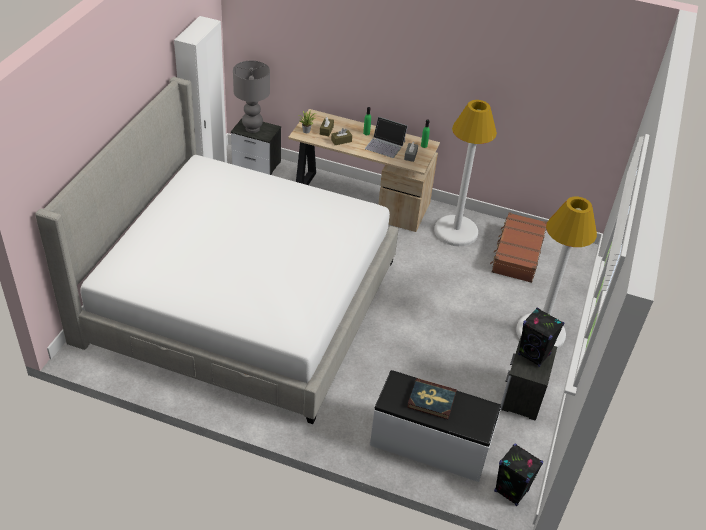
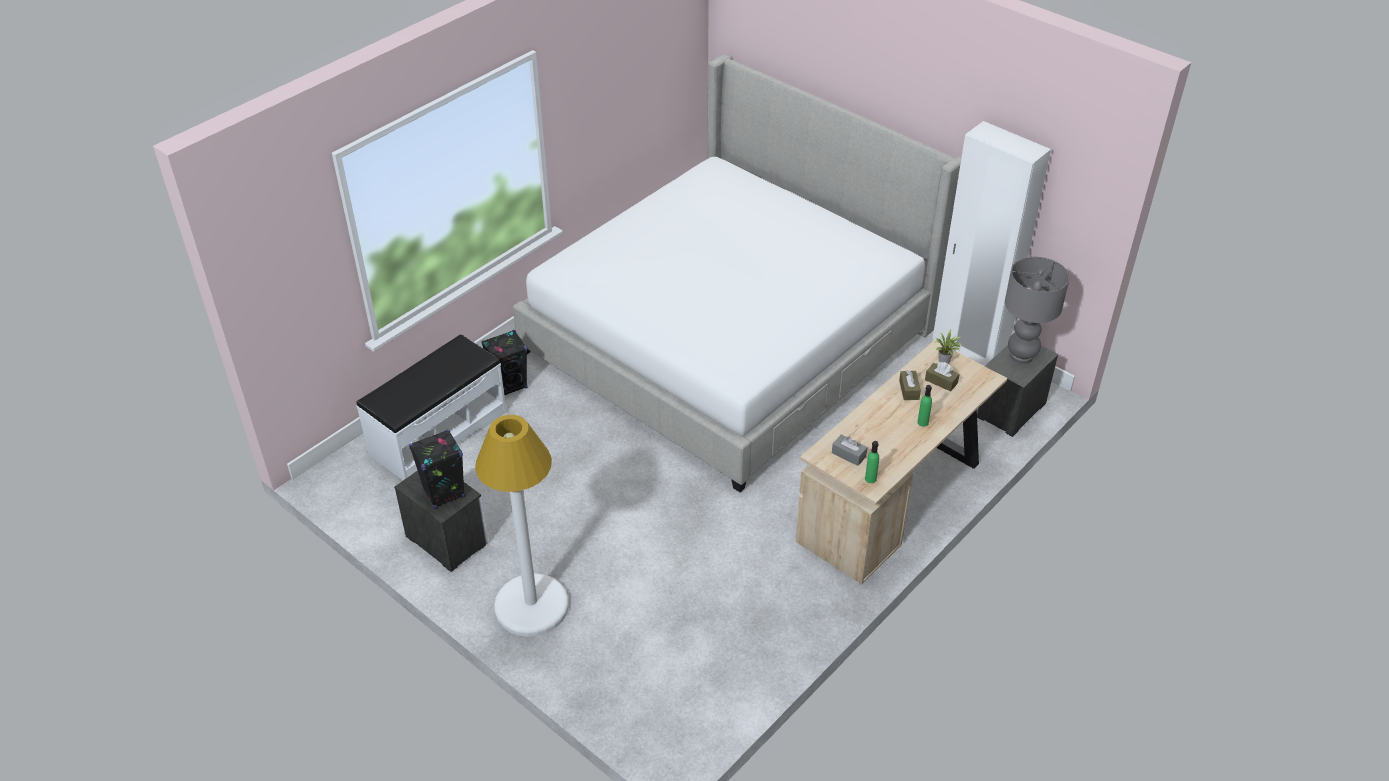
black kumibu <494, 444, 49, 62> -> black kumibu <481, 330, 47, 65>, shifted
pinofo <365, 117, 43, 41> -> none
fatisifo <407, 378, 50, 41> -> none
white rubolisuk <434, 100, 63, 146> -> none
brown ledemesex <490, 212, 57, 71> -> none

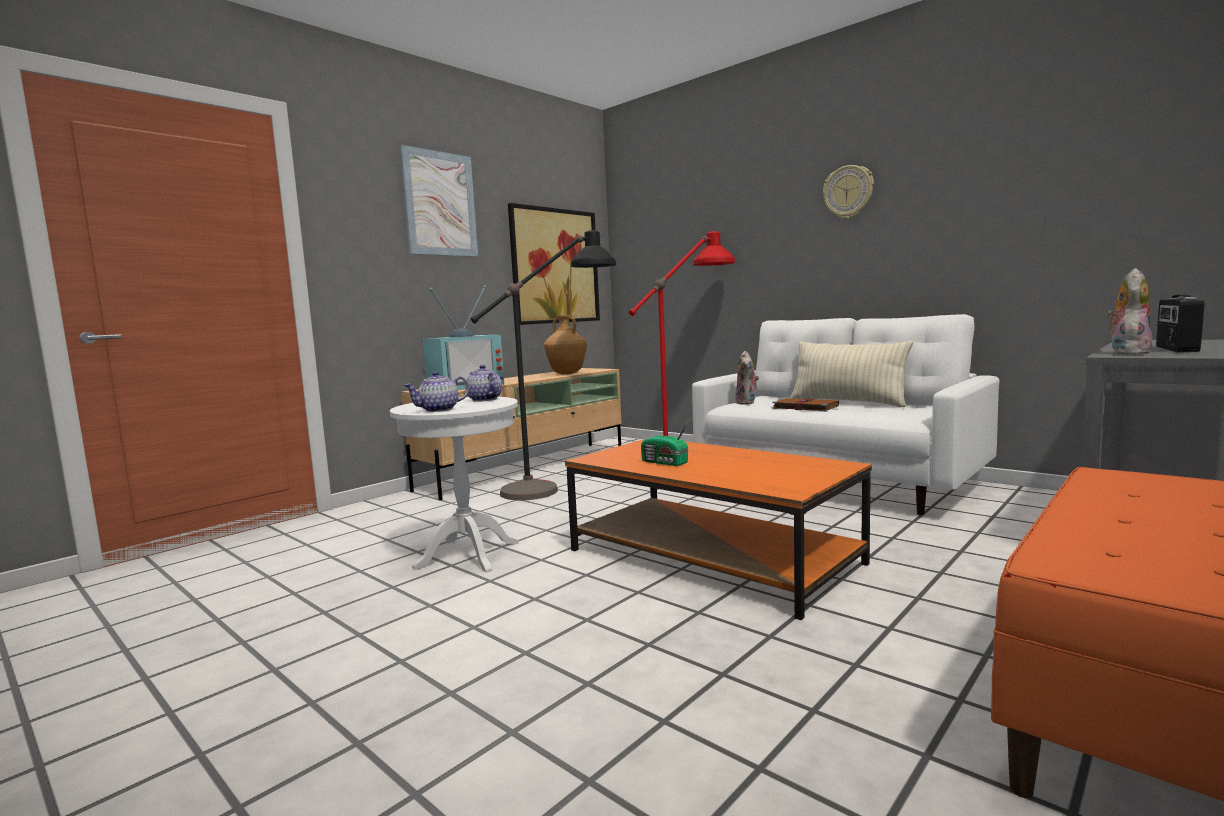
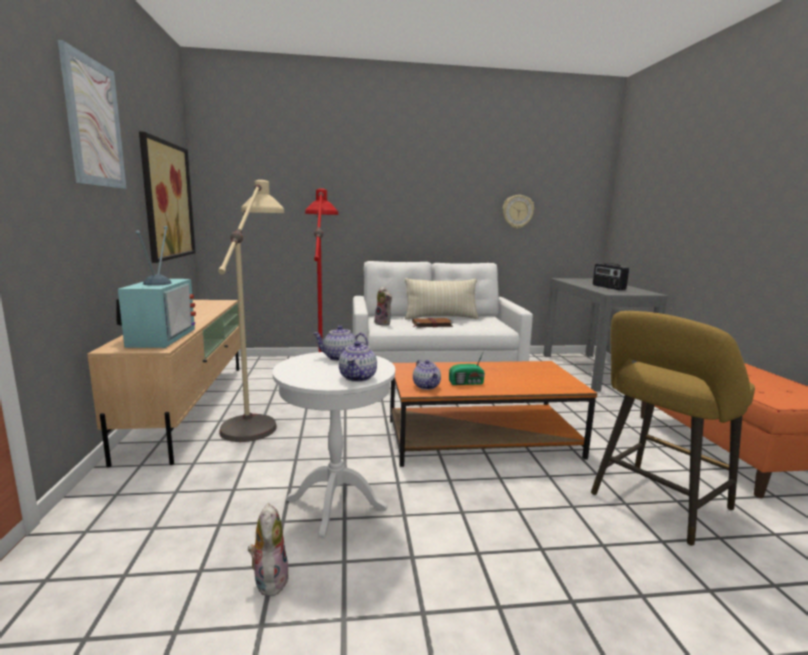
black rubolisuk <471, 230, 145, 270> -> beige rubolisuk <218, 180, 66, 262>
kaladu <1106, 268, 46, 86> -> kaladu <248, 503, 41, 93>, shifted
none -> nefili <413, 360, 28, 30>
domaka <823, 165, 51, 54> -> domaka <503, 195, 31, 34>, shifted
none -> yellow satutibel <591, 311, 164, 235>
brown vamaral <544, 315, 43, 60> -> none

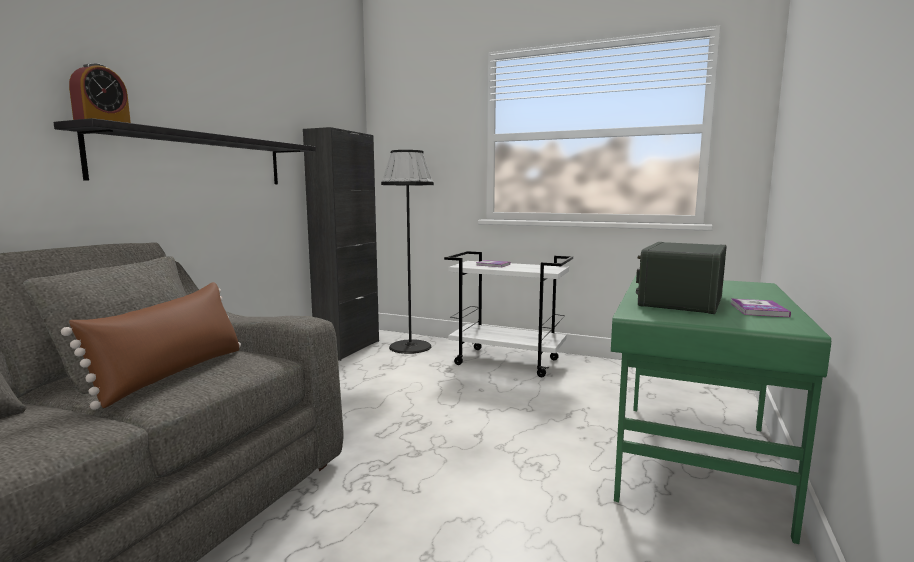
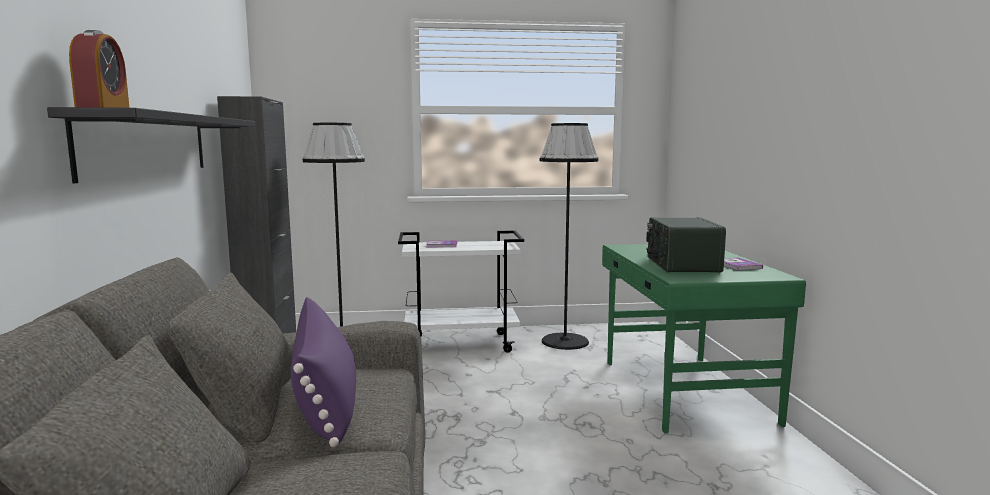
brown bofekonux <61, 282, 180, 128> -> purple bofekonux <291, 297, 65, 150>
none -> black rubolisuk <540, 123, 58, 227>

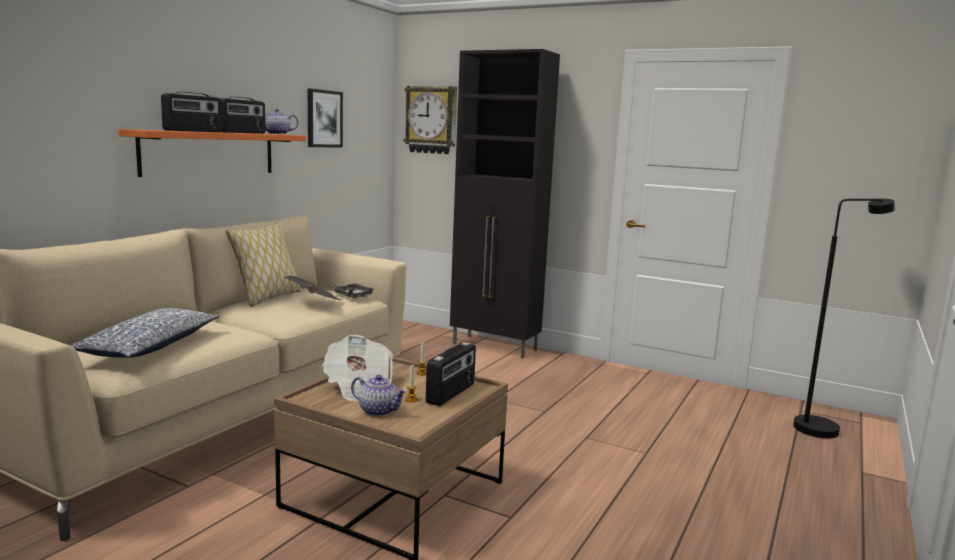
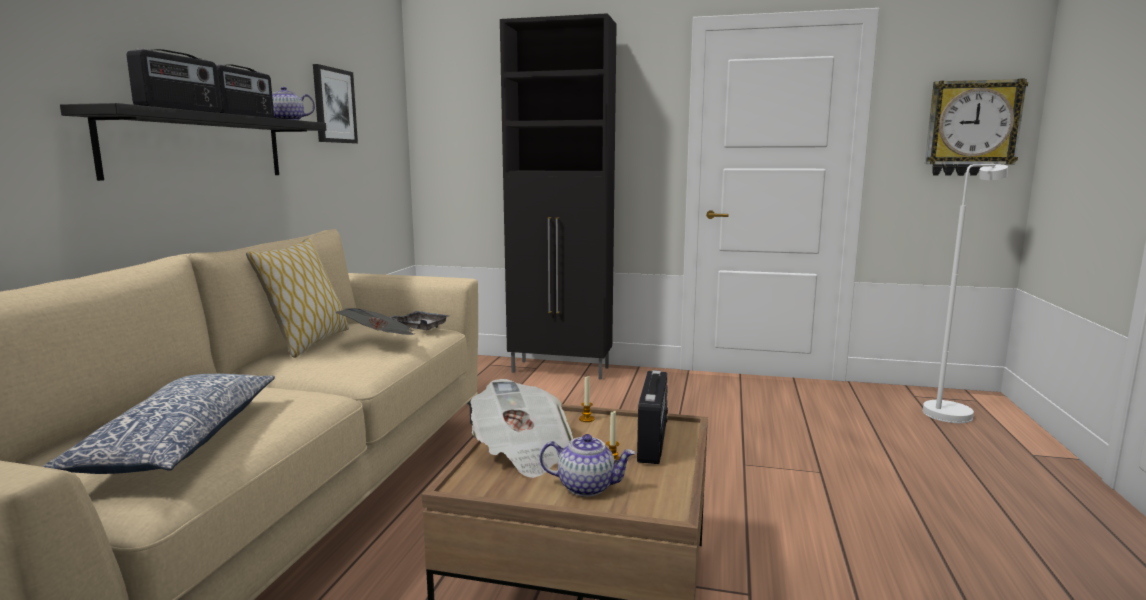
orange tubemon <119, 129, 187, 48> -> black tubemon <60, 103, 266, 78>
black rubolisuk <793, 198, 102, 241> -> white rubolisuk <923, 164, 85, 259>
domaka <404, 86, 53, 68> -> domaka <925, 79, 103, 97>, shifted

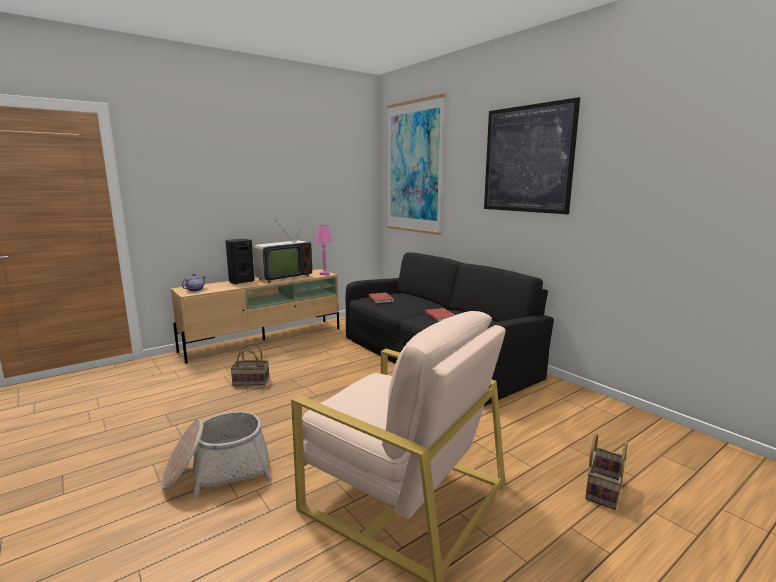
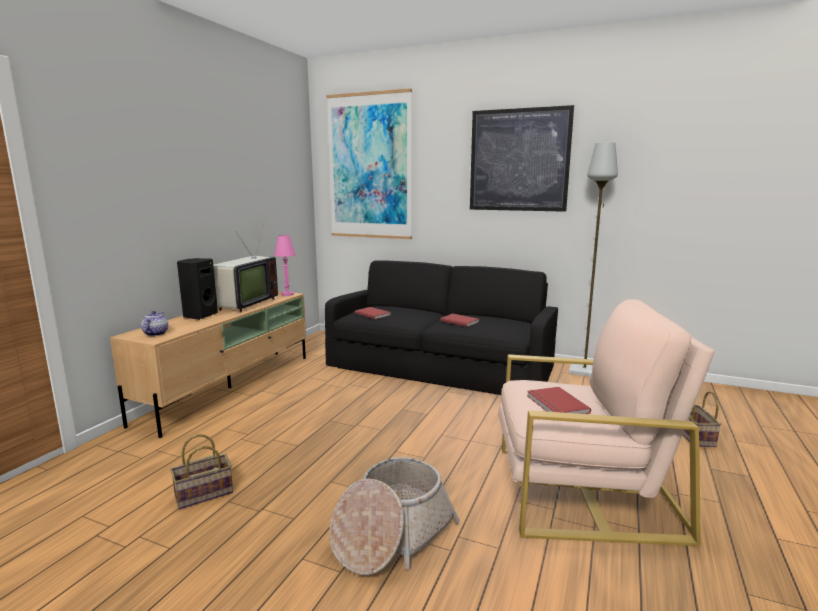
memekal <230, 343, 40, 43> -> memekal <170, 434, 63, 75>, shifted
none -> red fatisifo <527, 387, 64, 27>
none -> grey rubolisuk <569, 142, 49, 235>

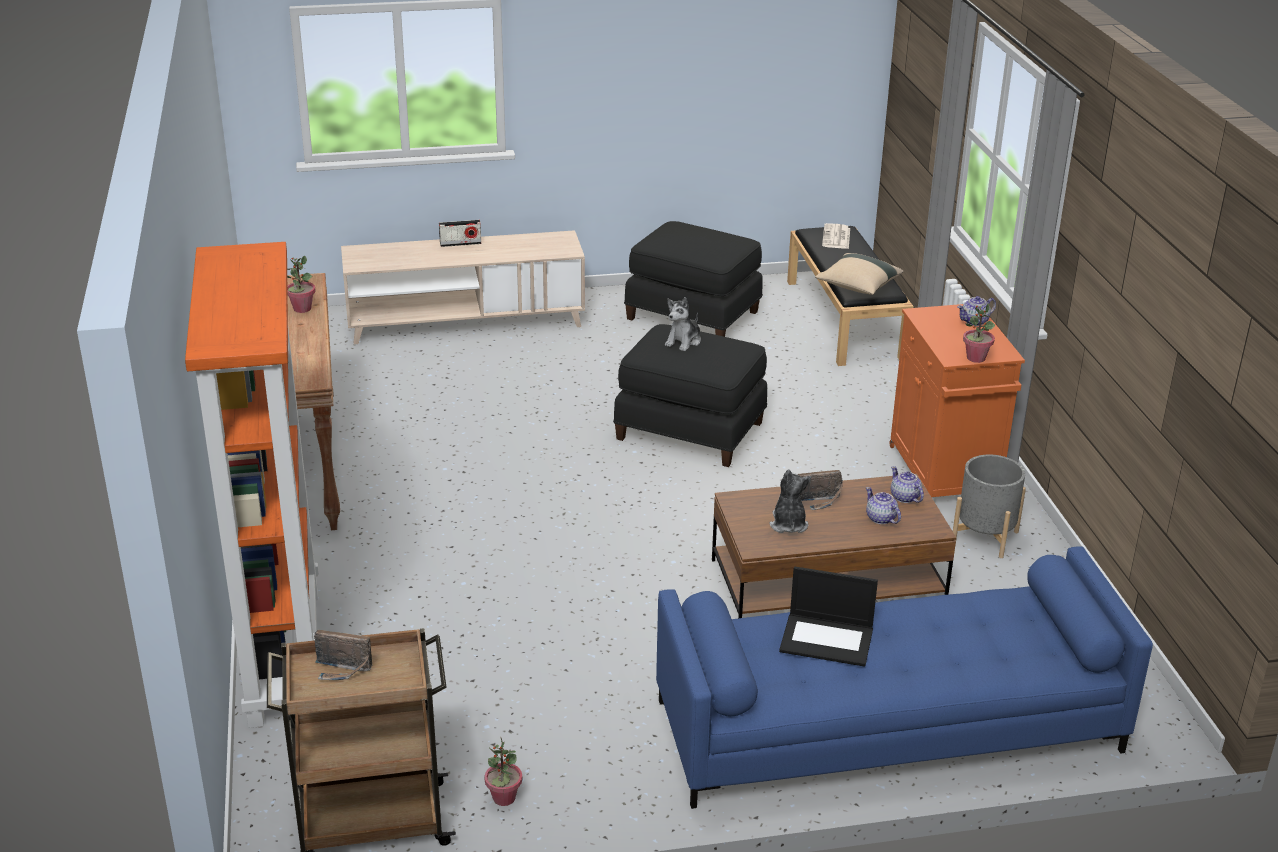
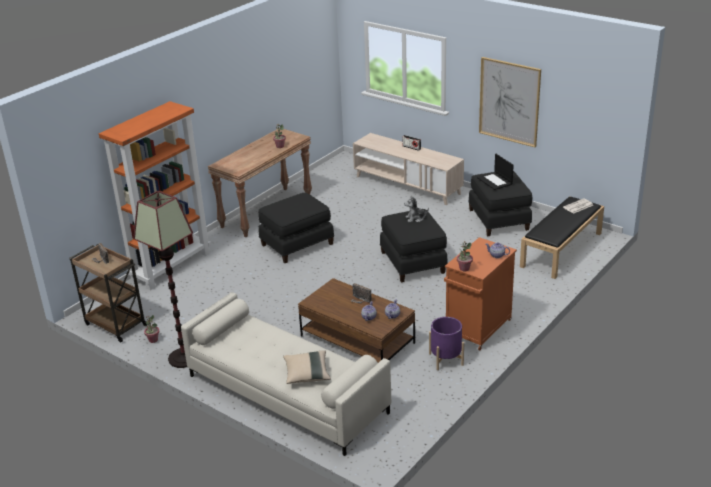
none -> rubolisuk <133, 191, 60, 177>
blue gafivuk <656, 546, 497, 263> -> beige gafivuk <181, 292, 210, 164>
none -> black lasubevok <258, 193, 76, 70>
beige bofekonux <815, 253, 88, 42> -> beige bofekonux <283, 351, 48, 33>, shifted
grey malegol <953, 454, 73, 104> -> purple malegol <429, 317, 35, 53>
pinofo <779, 567, 99, 100> -> pinofo <477, 154, 37, 36>, shifted
none -> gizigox <479, 57, 62, 90>
kaladu <770, 469, 41, 64> -> none

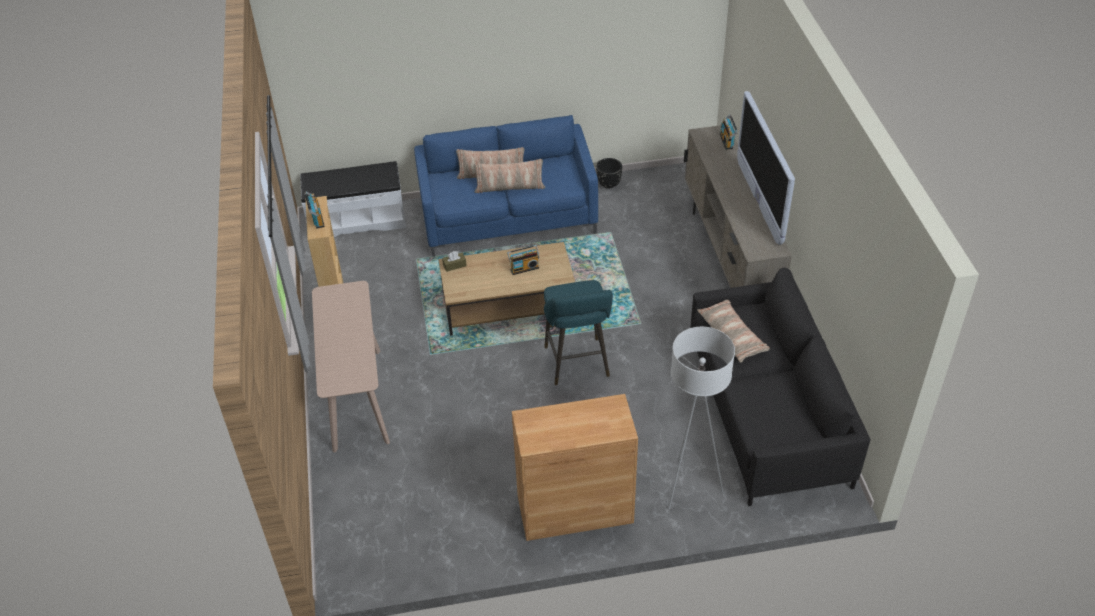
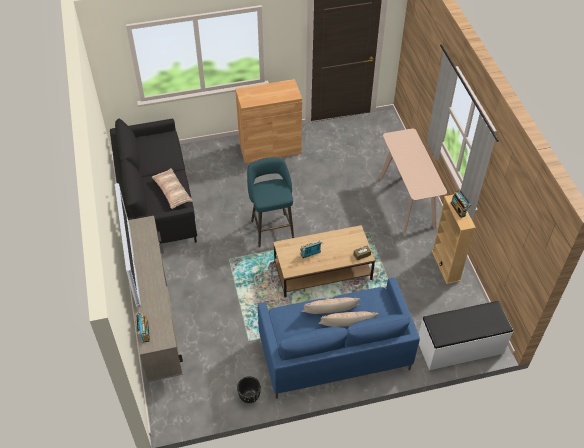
white rubolisuk <668, 327, 67, 183> -> none

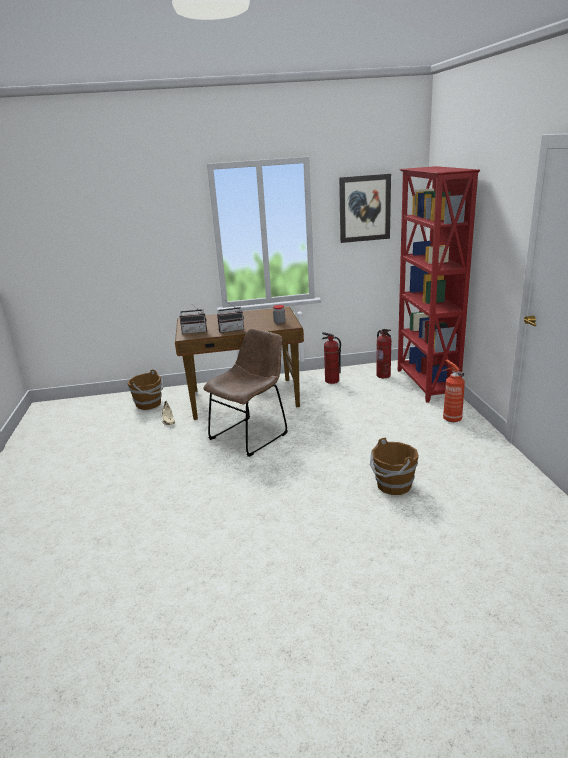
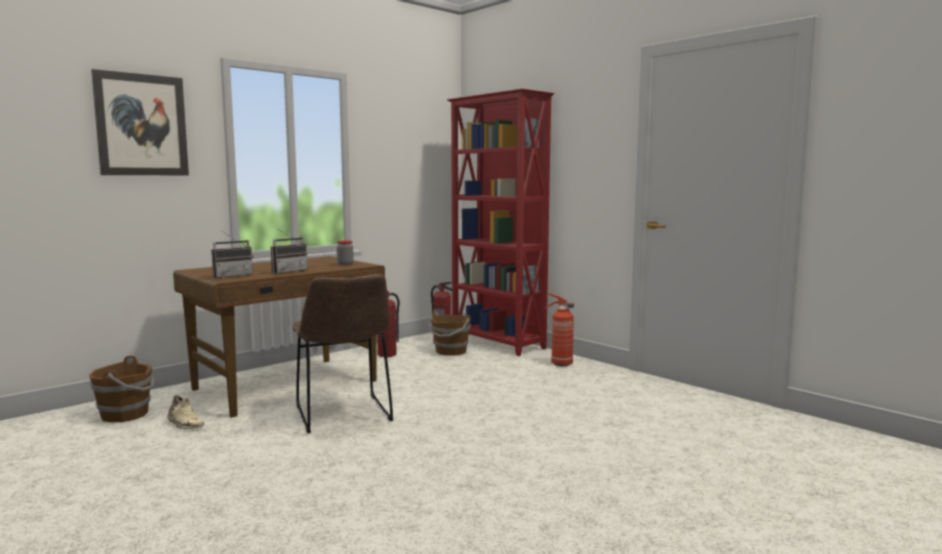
gizigox <339, 174, 52, 69> -> gizigox <91, 69, 98, 106>, shifted
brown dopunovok <203, 329, 85, 128> -> brown dopunovok <292, 274, 101, 159>, 150 degrees clockwise
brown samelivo <370, 437, 49, 58> -> brown samelivo <428, 311, 43, 45>, shifted

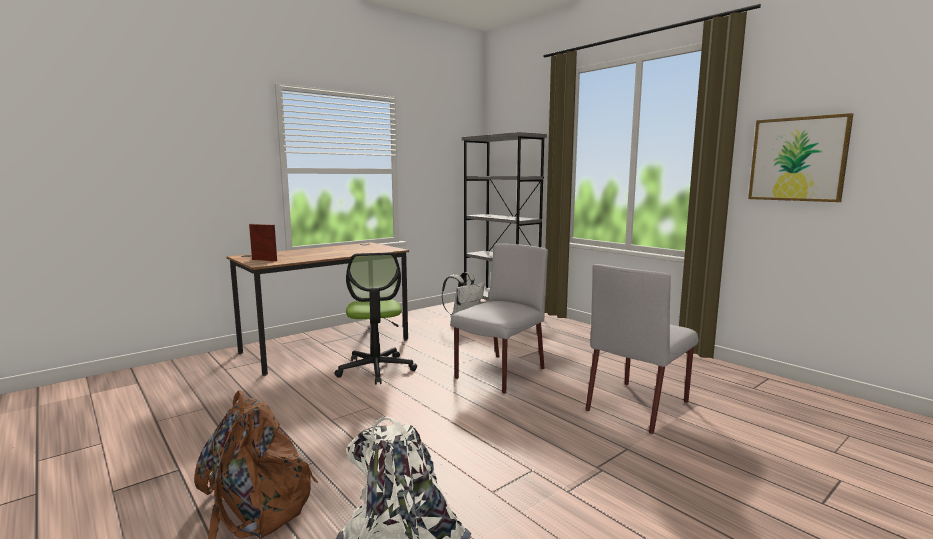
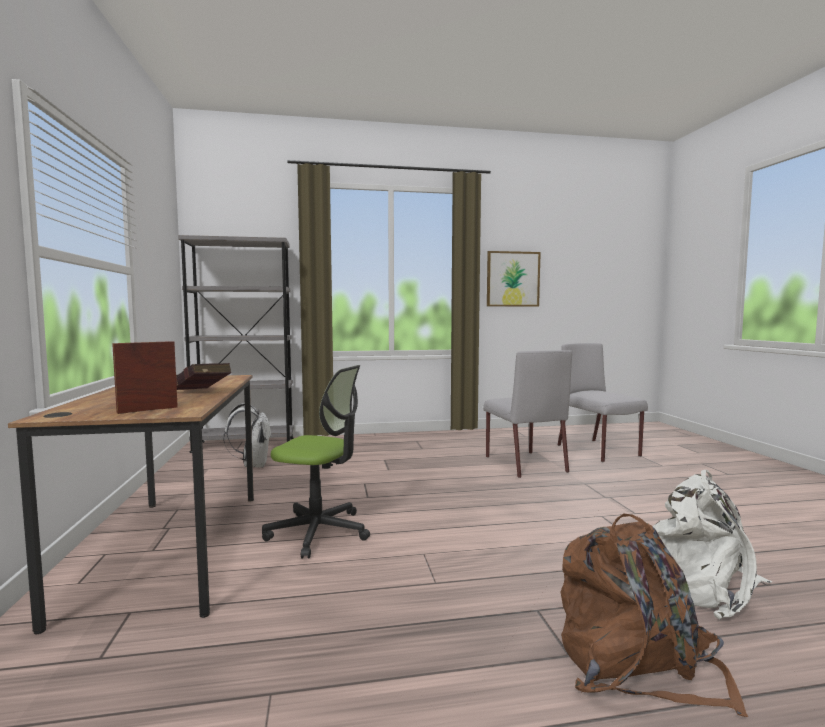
none -> red fatisifo <176, 363, 55, 27>
grey dopunovok <450, 244, 98, 150> -> grey dopunovok <558, 343, 90, 119>, shifted

